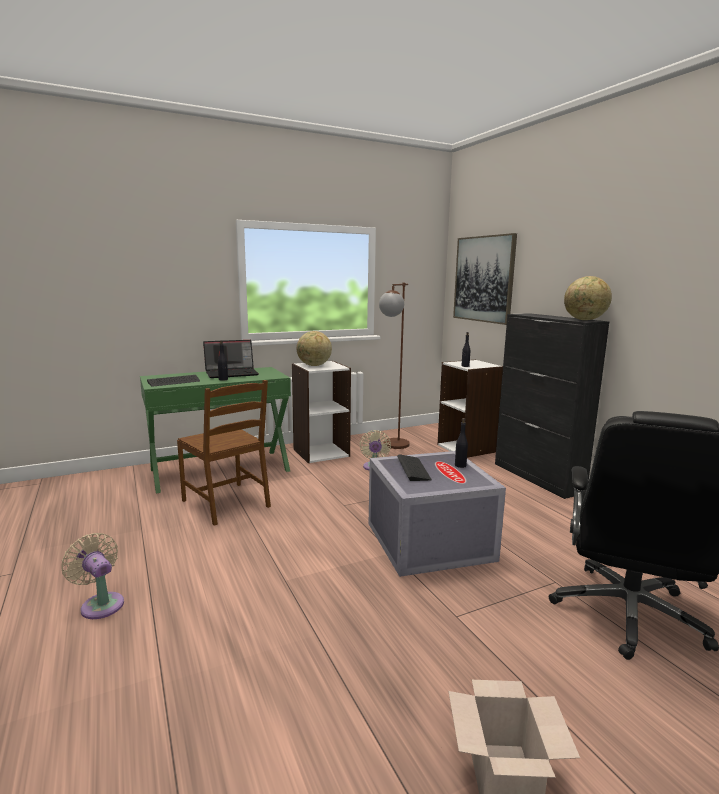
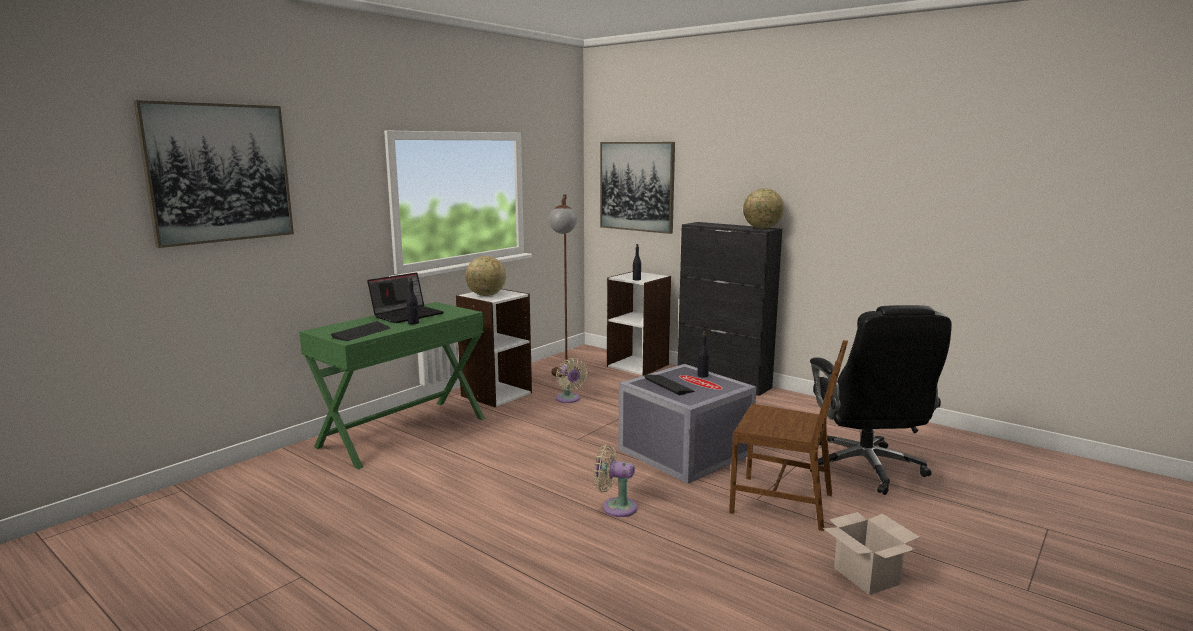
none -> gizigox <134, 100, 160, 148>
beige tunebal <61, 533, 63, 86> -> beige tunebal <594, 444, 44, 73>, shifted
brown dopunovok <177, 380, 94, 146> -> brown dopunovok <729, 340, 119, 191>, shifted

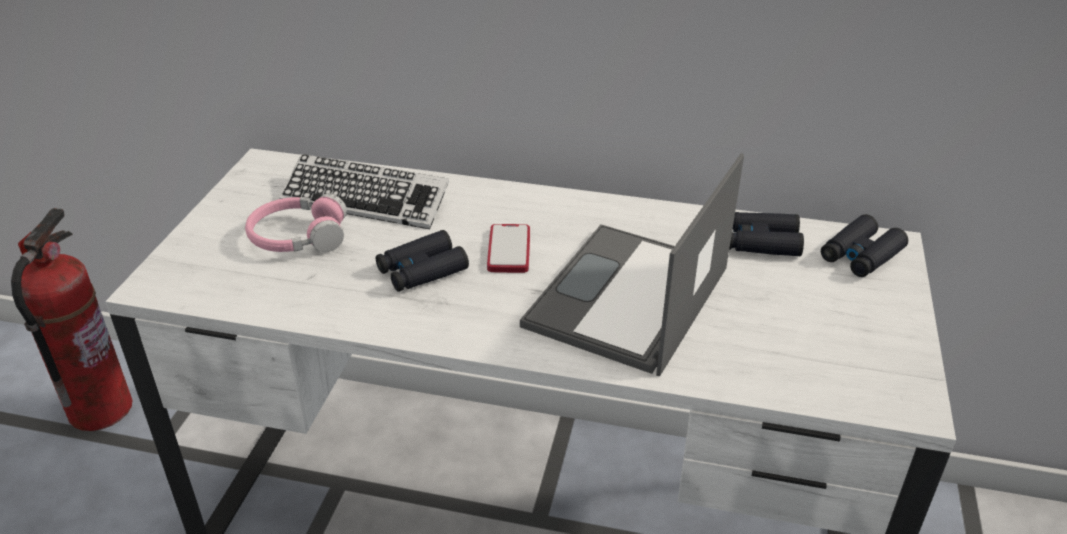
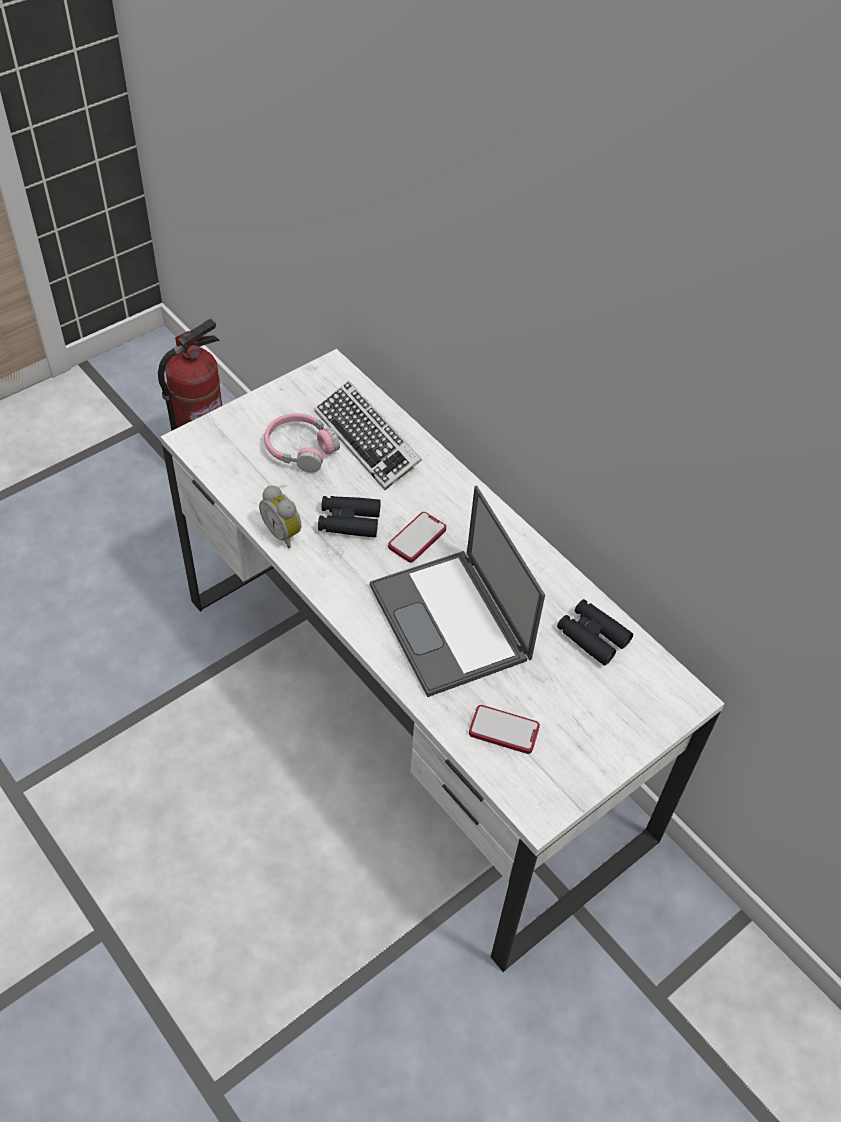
none -> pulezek <259, 486, 42, 62>
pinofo <520, 153, 224, 223> -> pinofo <370, 485, 175, 212>, 90 degrees counterclockwise
none -> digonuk <469, 705, 71, 49>
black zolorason <821, 214, 87, 63> -> none

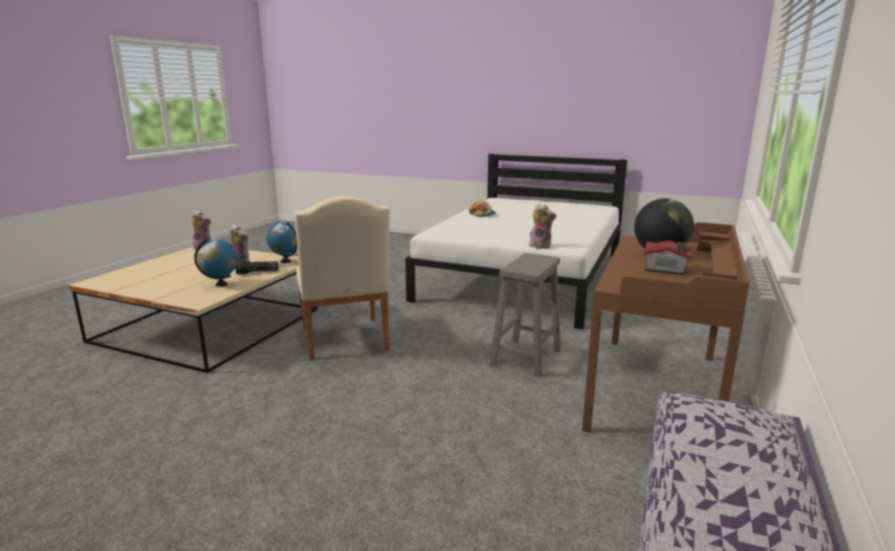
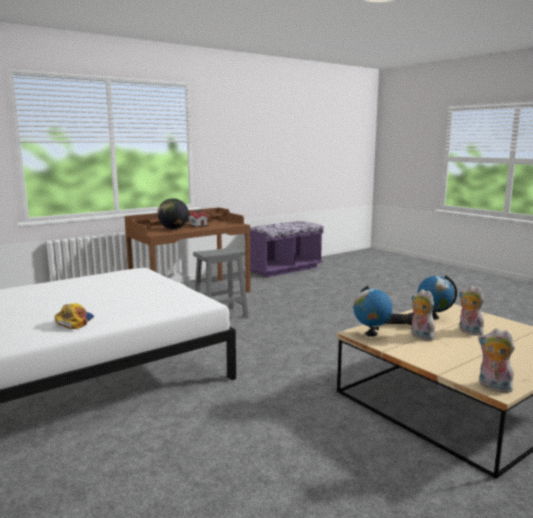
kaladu <529, 204, 27, 45> -> kaladu <459, 285, 25, 51>, shifted
beige dopunovok <295, 196, 95, 165> -> none

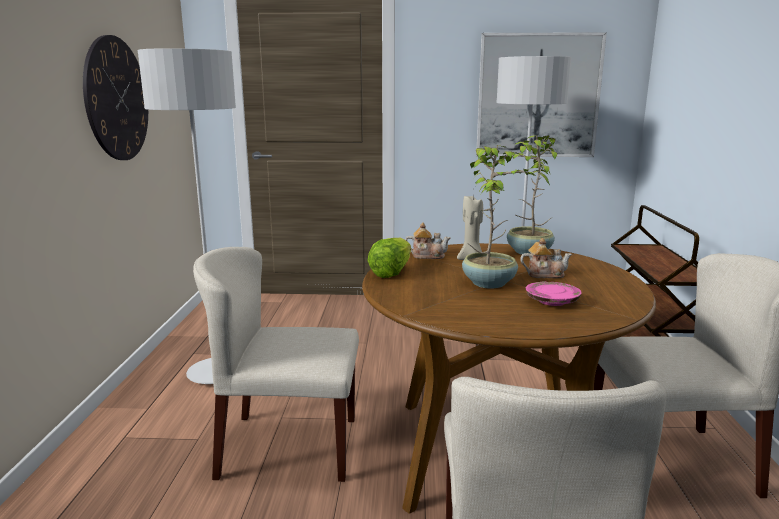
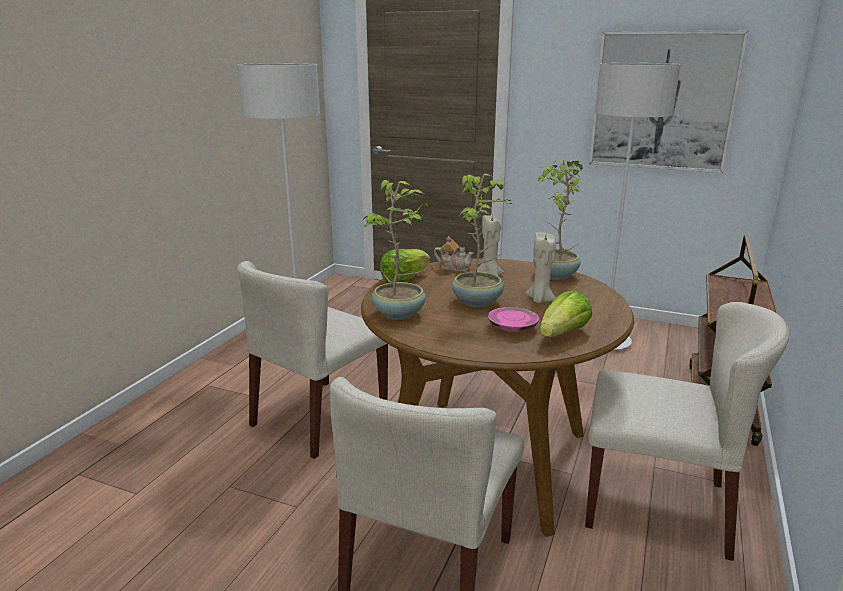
beige dopunovok <193, 247, 166, 235> -> beige dopunovok <237, 261, 151, 198>, 75 degrees counterclockwise
none -> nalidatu <363, 180, 66, 140>
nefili <520, 238, 52, 40> -> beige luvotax <526, 232, 30, 71>
none -> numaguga <540, 290, 52, 47>
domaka <83, 35, 65, 125> -> none

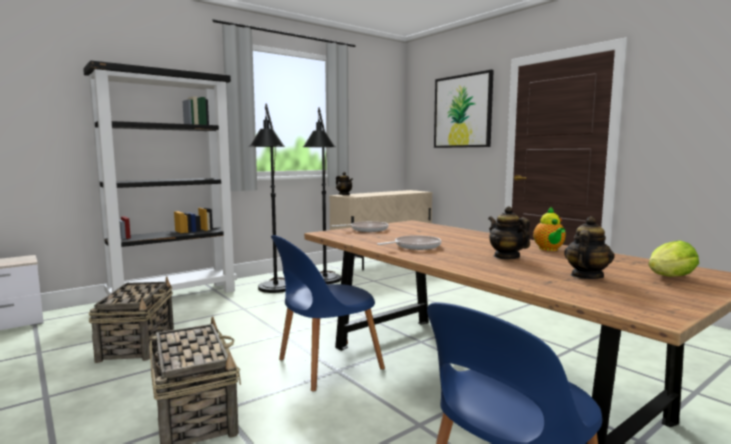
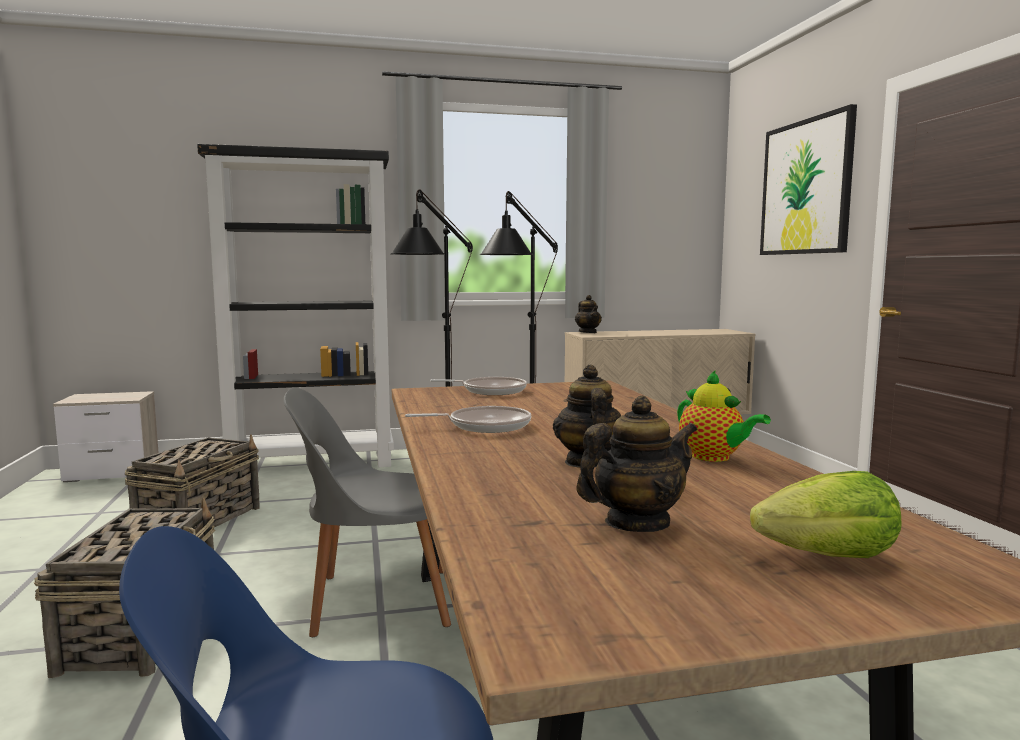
blue dopunovok <271, 235, 114, 157> -> grey dopunovok <284, 388, 167, 249>
nefili <533, 207, 33, 44> -> nefili <677, 370, 94, 92>, 60 degrees counterclockwise

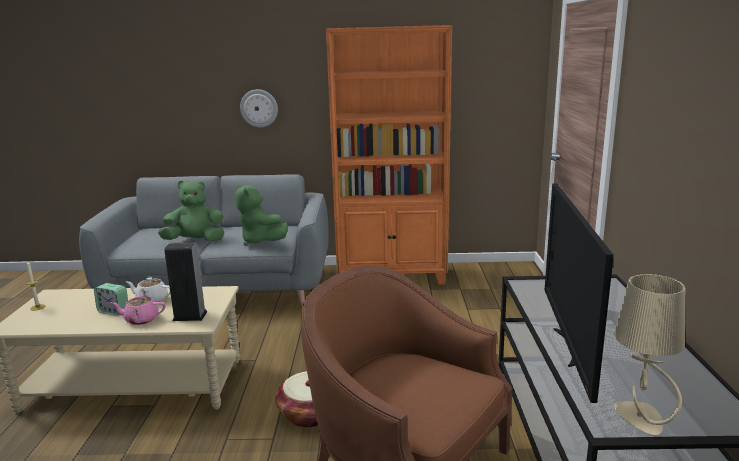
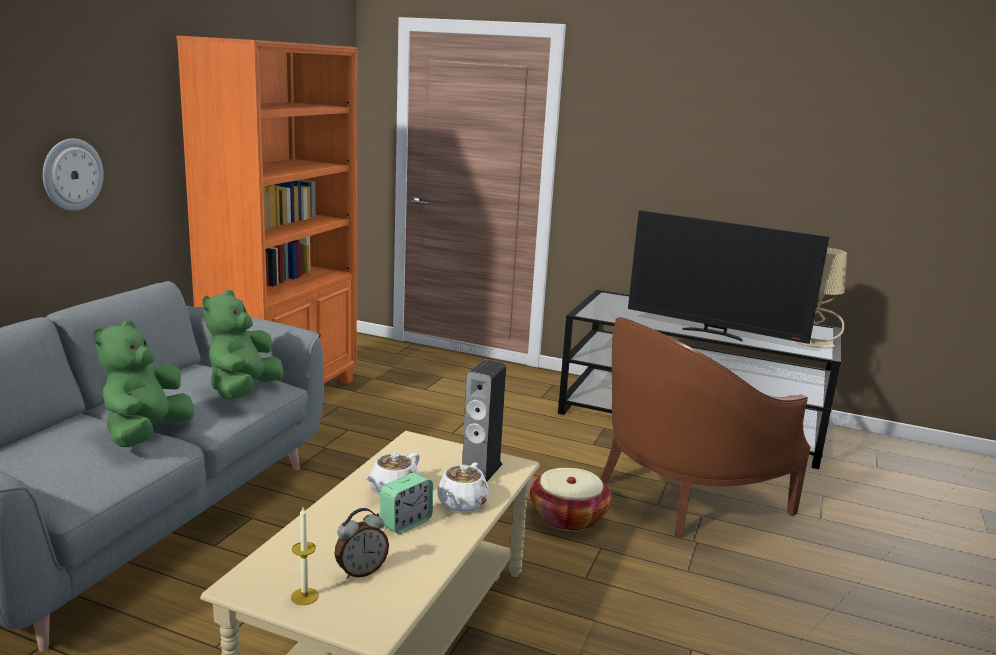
green kaladu <235, 184, 53, 62> -> green kaladu <202, 290, 82, 110>, 120 degrees clockwise
none -> pulezek <335, 508, 54, 71>
pink nefili <110, 295, 56, 30> -> white nefili <437, 463, 52, 49>

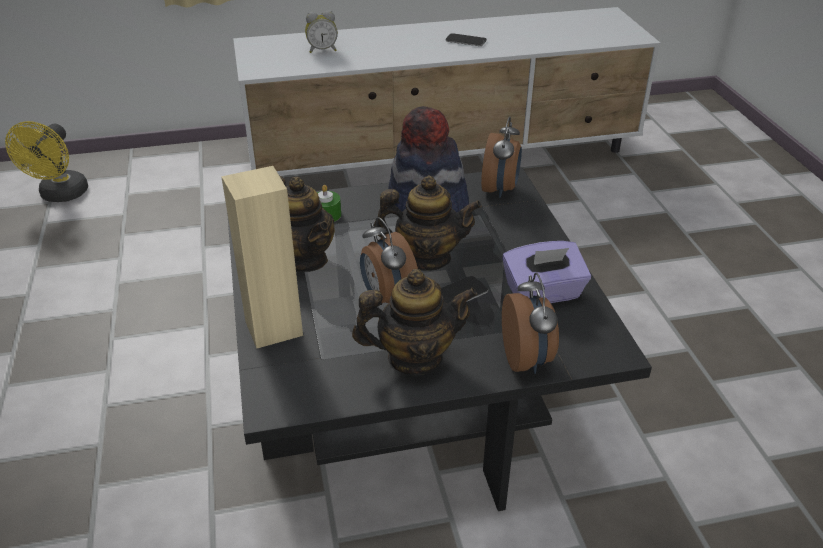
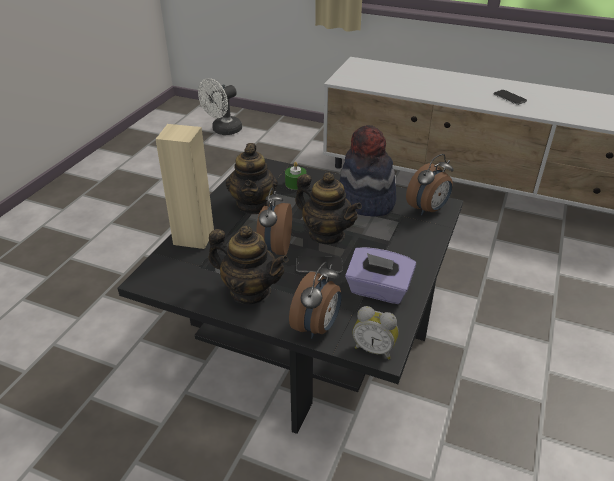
yellow tunebal <5, 121, 83, 81> -> white tunebal <198, 78, 44, 57>
pulezek <305, 11, 33, 42> -> pulezek <353, 306, 46, 53>, shifted

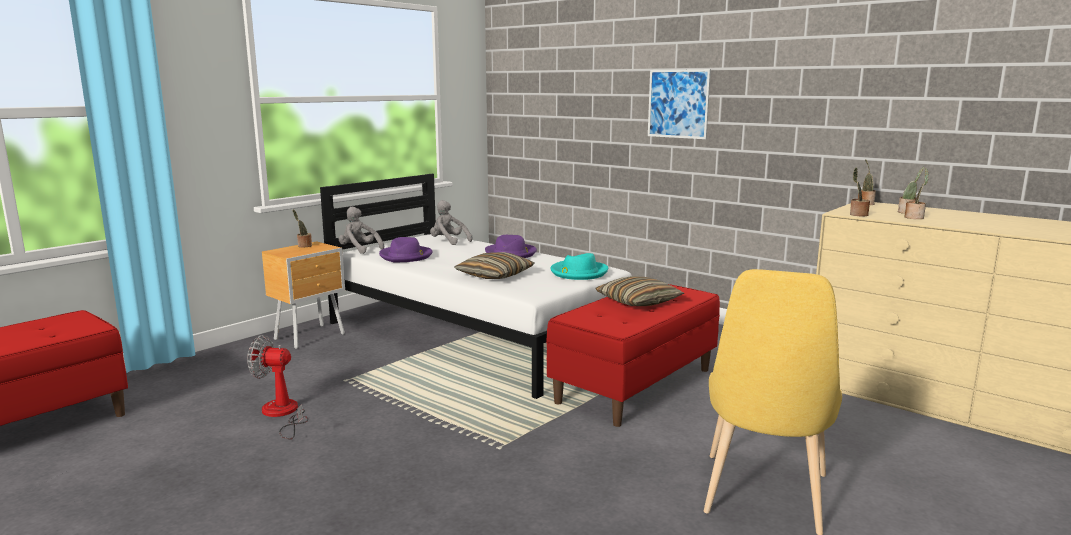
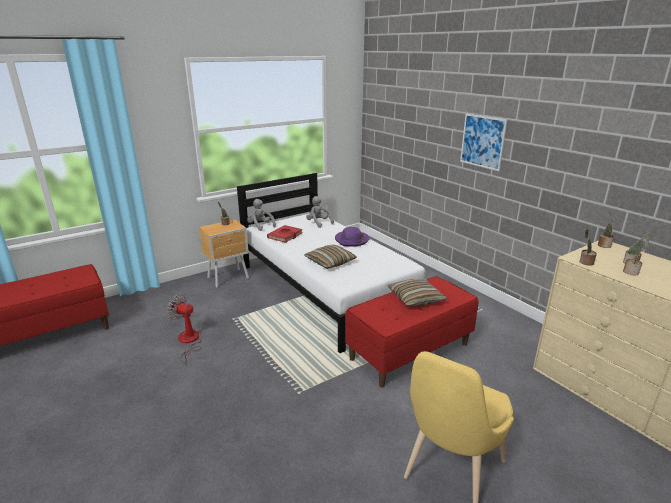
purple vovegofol <379, 237, 53, 25> -> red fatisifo <267, 225, 35, 18>
turquoise vovegofol <550, 253, 58, 27> -> none

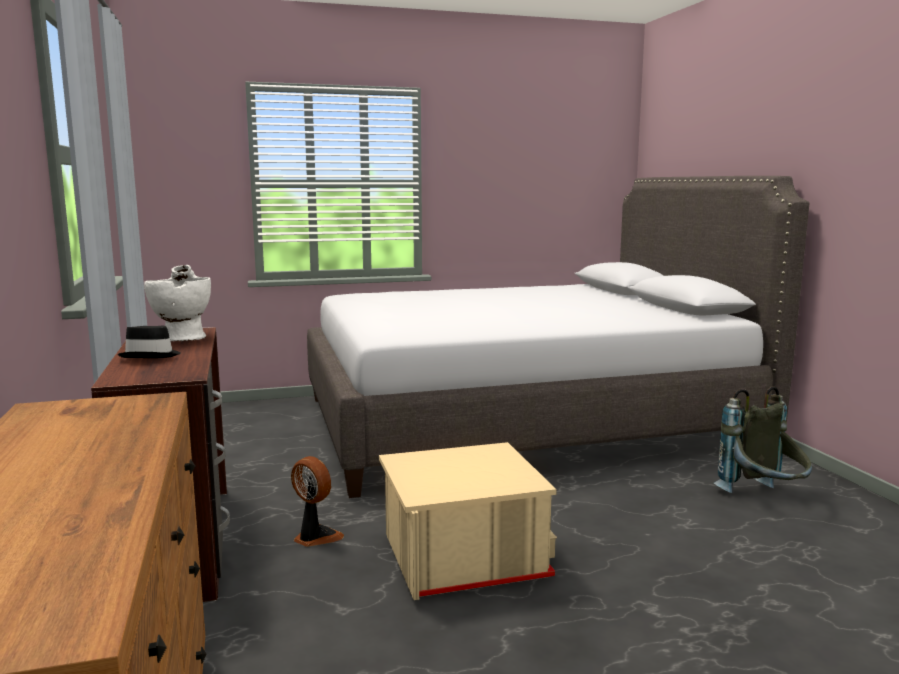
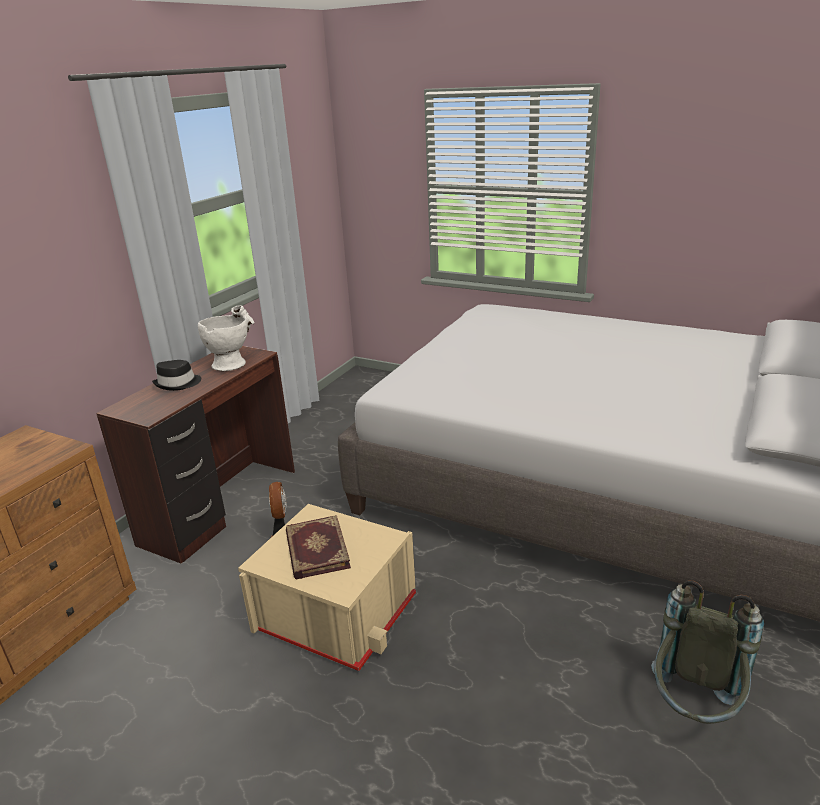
none -> fatisifo <286, 515, 65, 64>

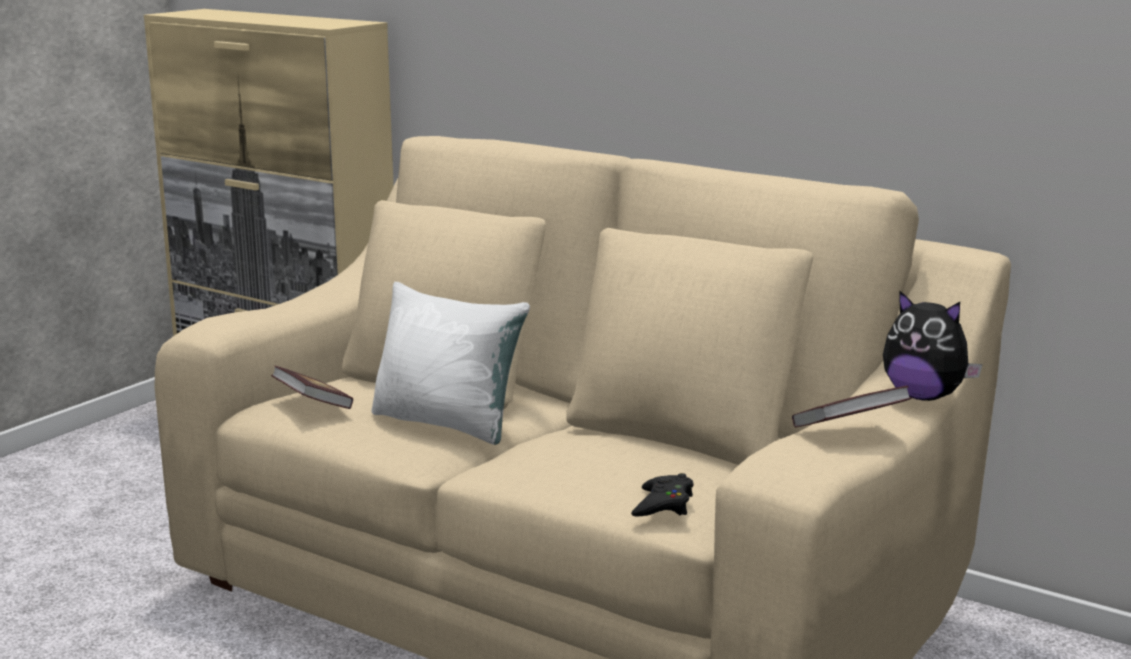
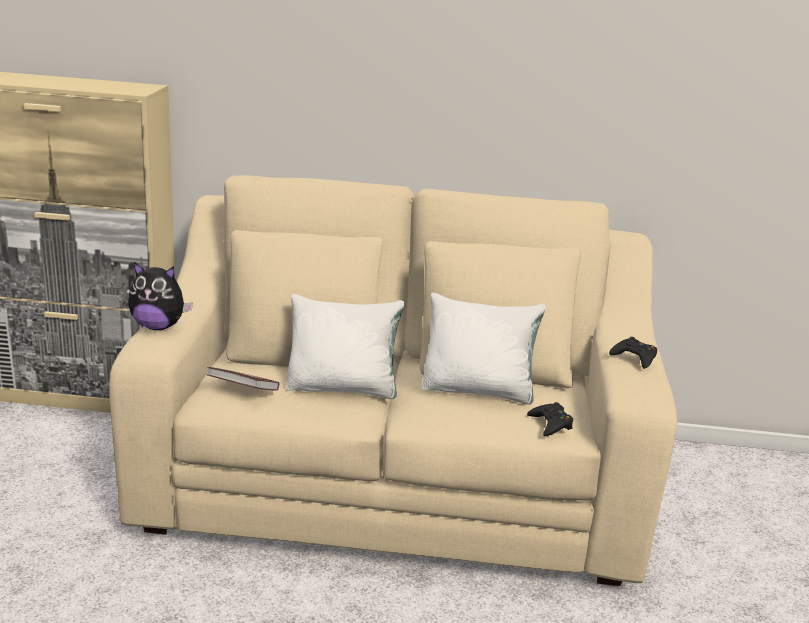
kaladu <883, 290, 100, 111> -> kaladu <128, 262, 65, 68>, shifted
none -> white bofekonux <422, 293, 124, 112>
fatisifo <792, 386, 120, 41> -> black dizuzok <609, 337, 48, 32>

